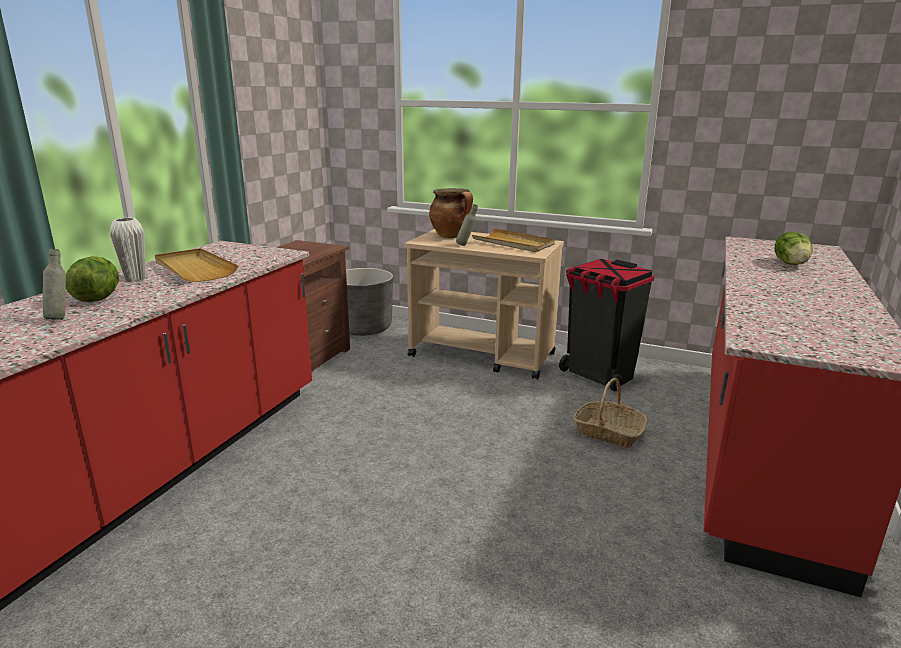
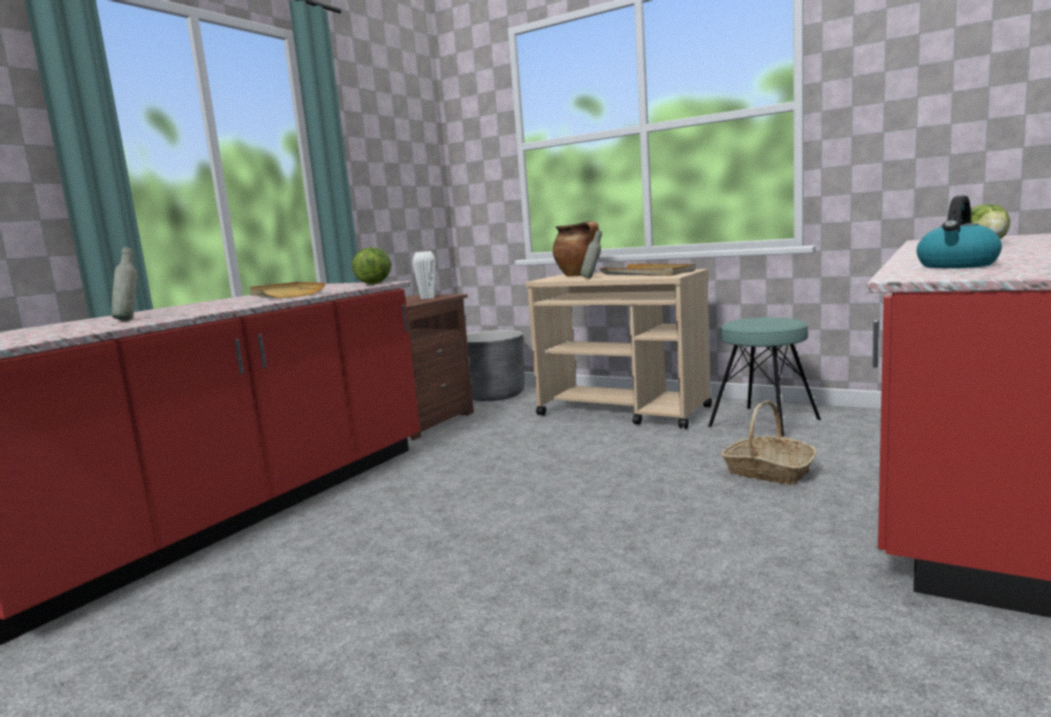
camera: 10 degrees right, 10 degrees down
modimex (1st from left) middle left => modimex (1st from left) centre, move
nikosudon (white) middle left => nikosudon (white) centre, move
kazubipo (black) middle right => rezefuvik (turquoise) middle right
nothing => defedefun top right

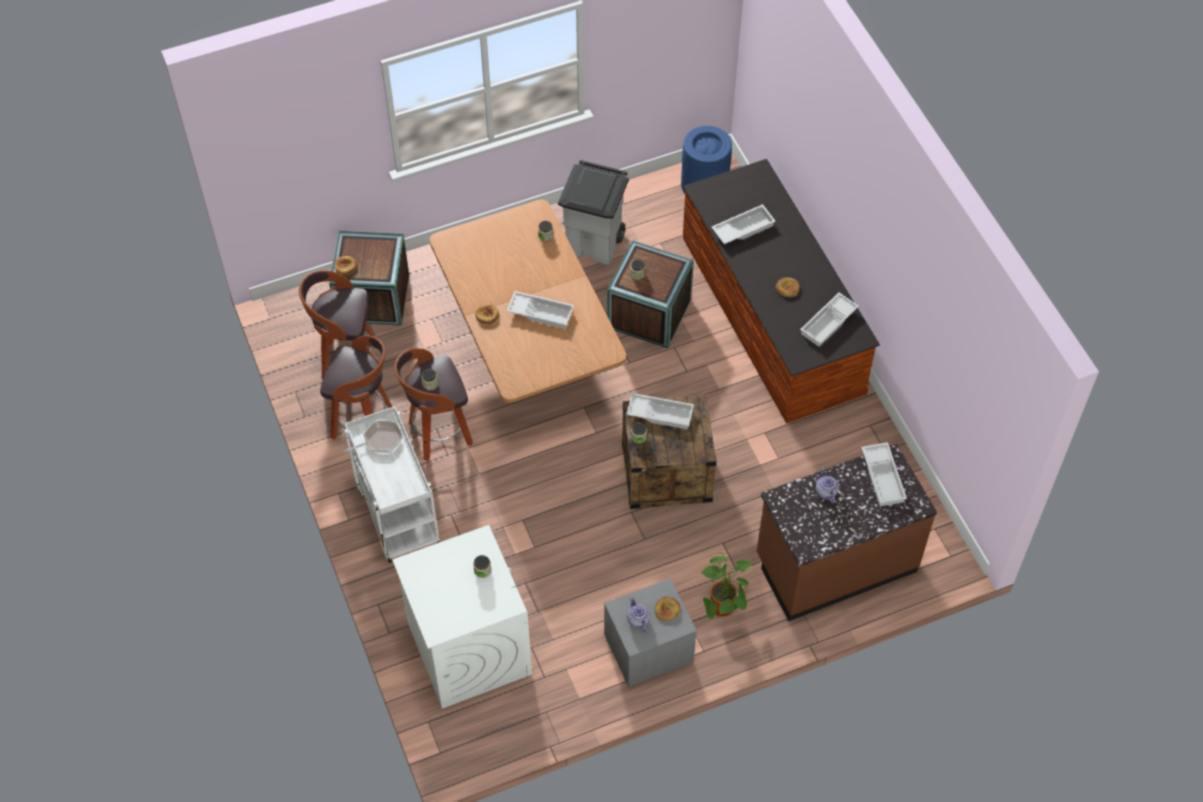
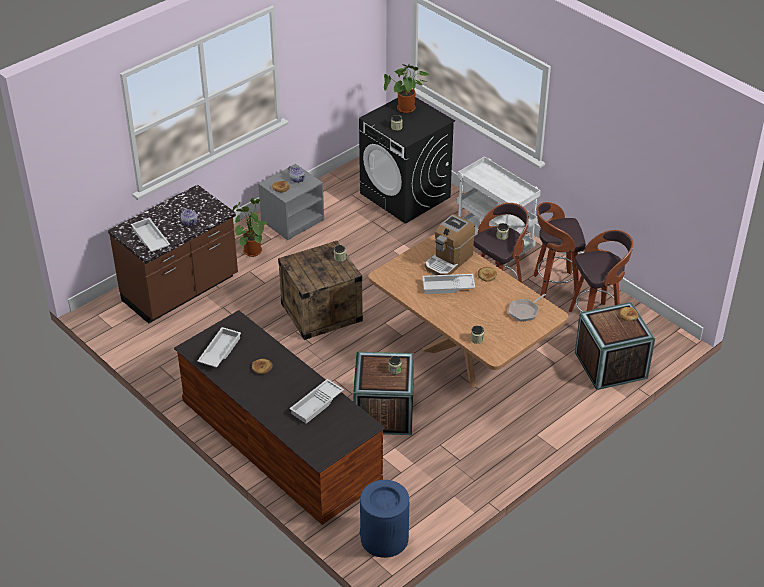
camera: 160 degrees right, 15 degrees down
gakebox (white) bottom centre => gakebox (black) top centre
nothing => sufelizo (2nd from left) top centre
nothing => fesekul centre
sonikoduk middle left => sonikoduk middle right, move
kazubipo (grey) top centre => nothing
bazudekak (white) (2nd from left) centre => nothing

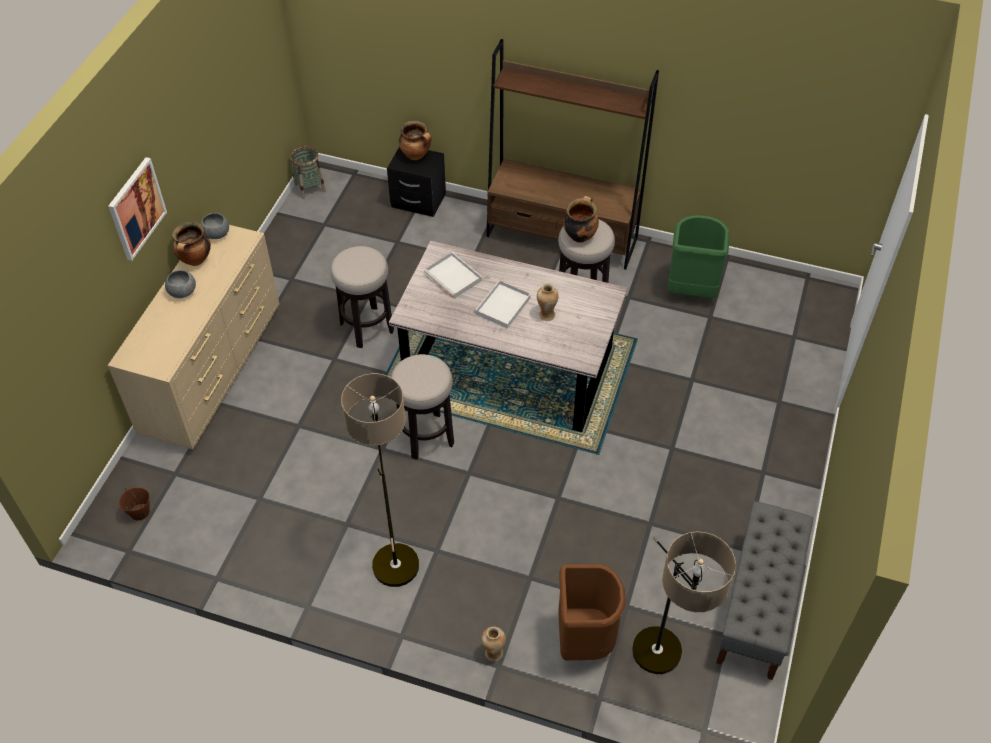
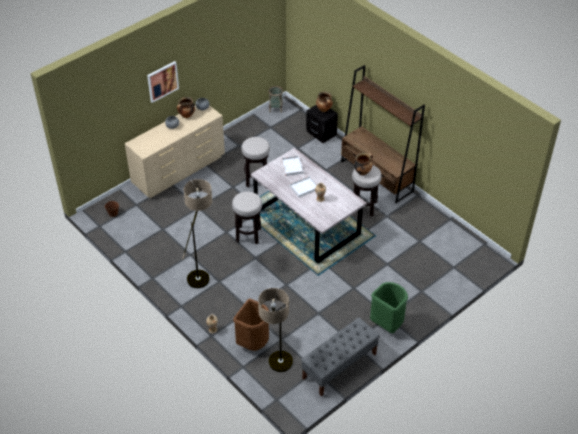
camera: 30 degrees right, 5 degrees down
kazubipo (green) middle right => kazubipo (green) bottom right, move

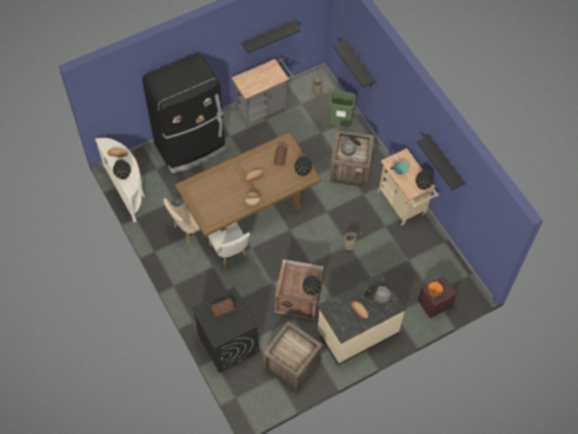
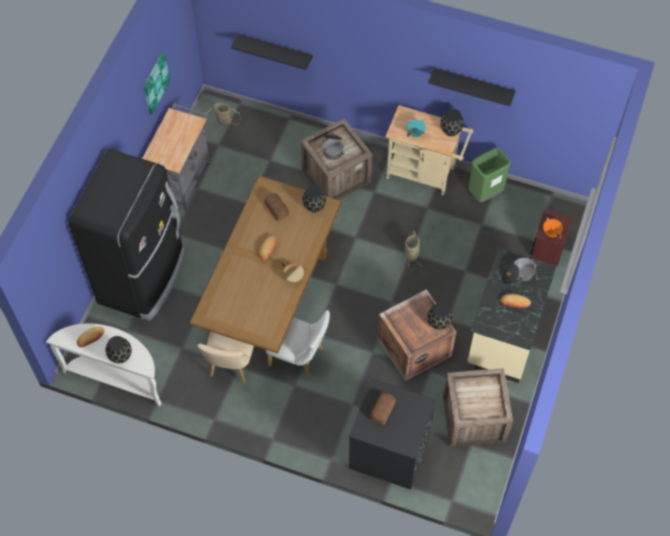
camera: 40 degrees left, 0 degrees up
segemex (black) (1st from left) top centre => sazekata top left
kazubipo (green) top centre => kazubipo (green) top right, move

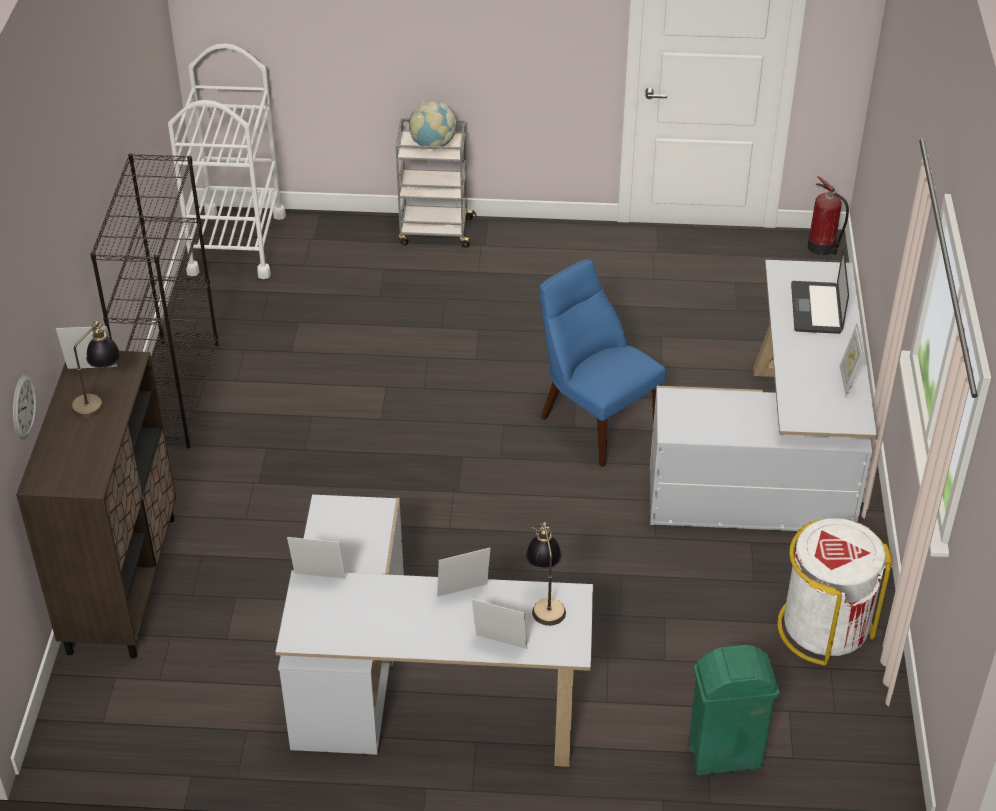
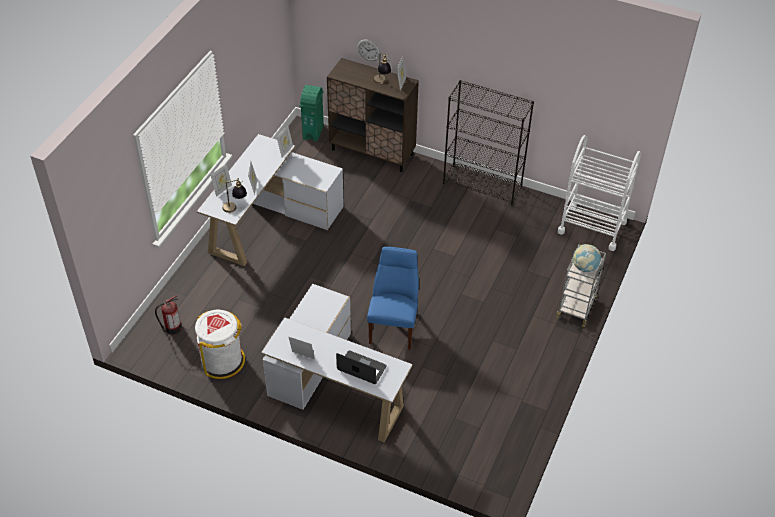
camera: 110 degrees right, 5 degrees up
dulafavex top right => dulafavex middle left, move
kazubipo (green) bottom right => kazubipo (green) top centre, move
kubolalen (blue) centre, 60 degrees counterclockwise

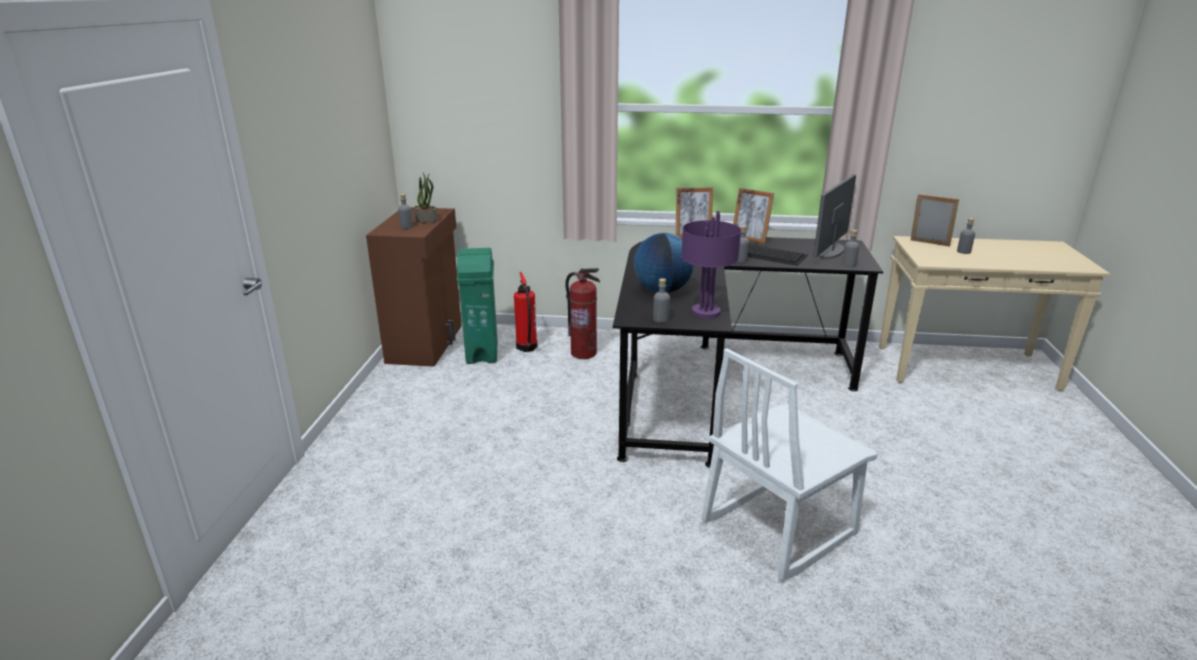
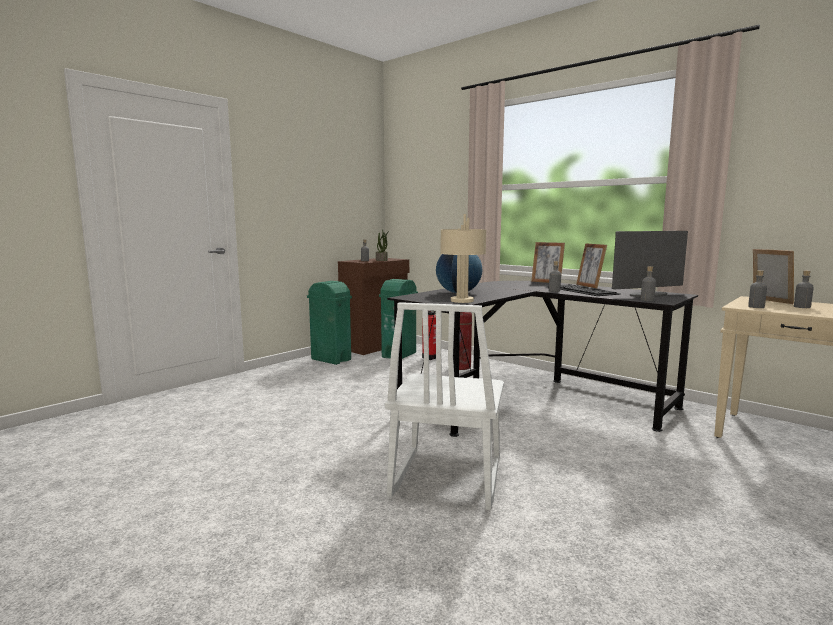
camera: 35 degrees right, 15 degrees down
nothing => kazubipo (green) (1st from left) centre
kubolalen (white) bottom centre => kubolalen (white) centre, 75 degrees counterclockwise
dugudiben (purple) centre => dugudiben (beige) centre
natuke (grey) (2nd from left in the first image) centre => natuke (grey) (4th from left) middle right, move

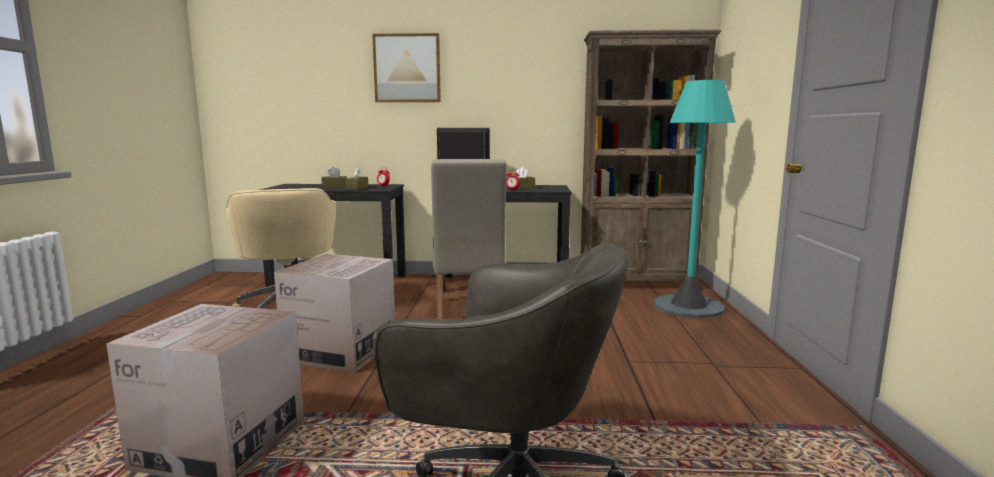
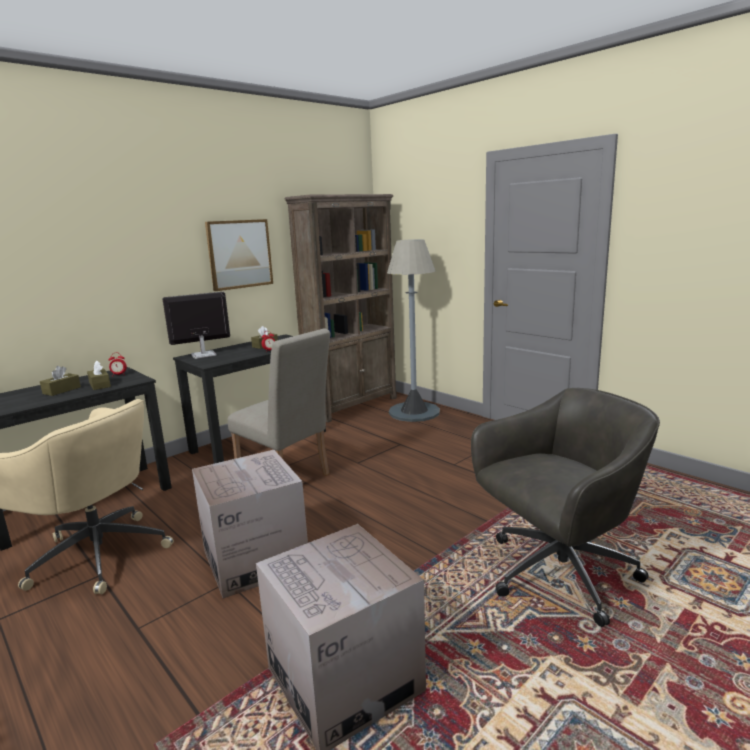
camera: 45 degrees left, 5 degrees up
sazekata top centre => sazekata middle left, move
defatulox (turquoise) middle right => defatulox (grey) centre

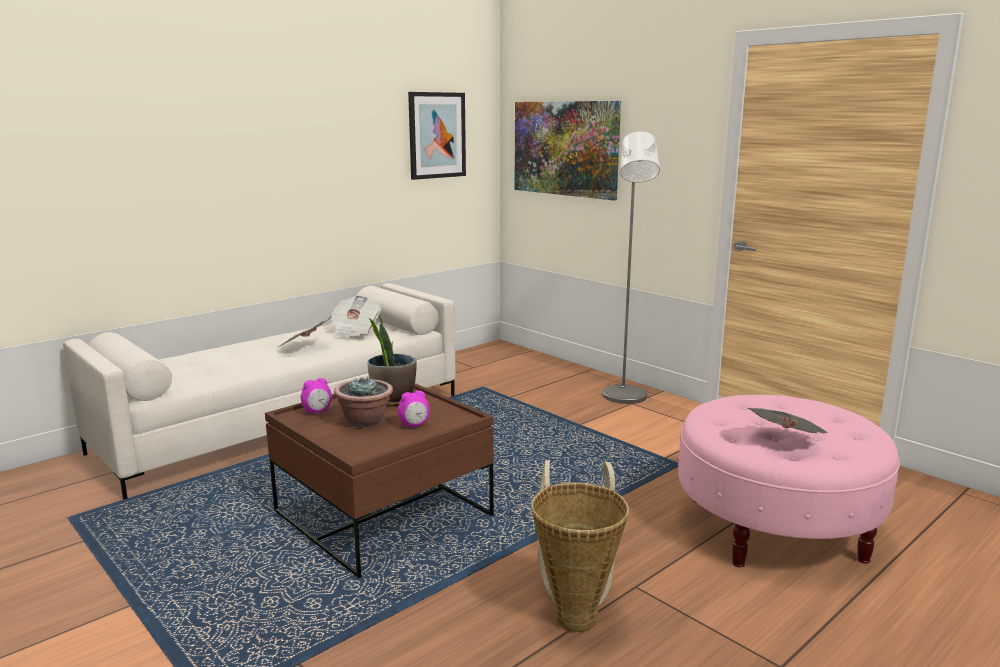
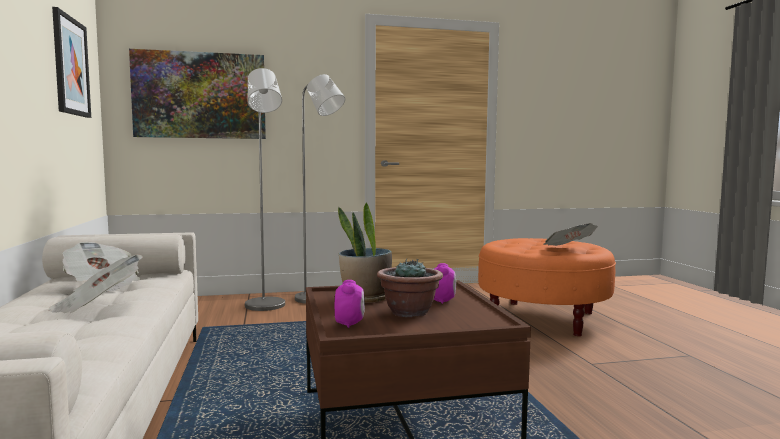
camera: 60 degrees left, 10 degrees down
nothing => defatulox (grey) (1st from left) centre
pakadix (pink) bottom right => pakadix (orange) middle right
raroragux bottom centre => nothing

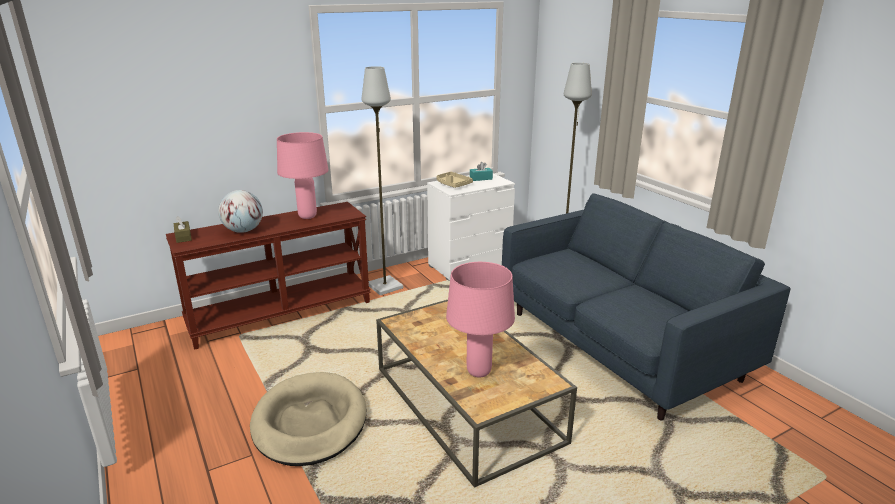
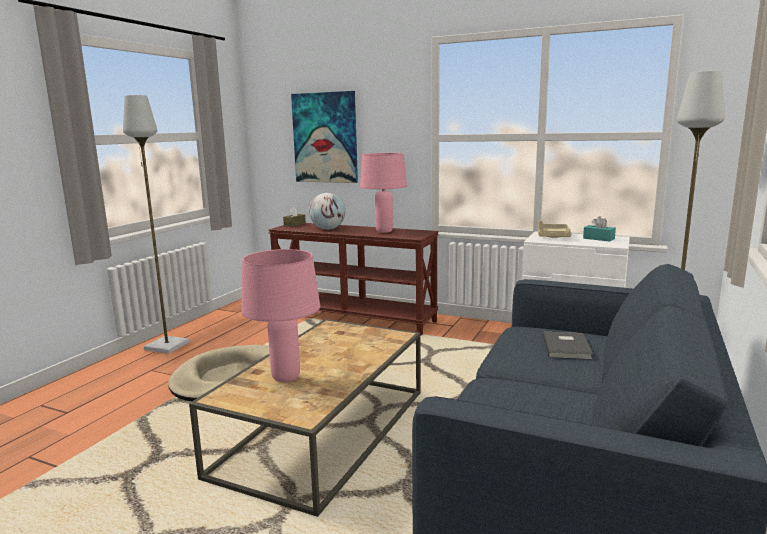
camera: 55 degrees right, 10 degrees down
defatulox (grey) (1st from left) centre => defatulox (grey) (1st from left) middle left, move
nothing => sazekata top centre
nothing => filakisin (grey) middle right

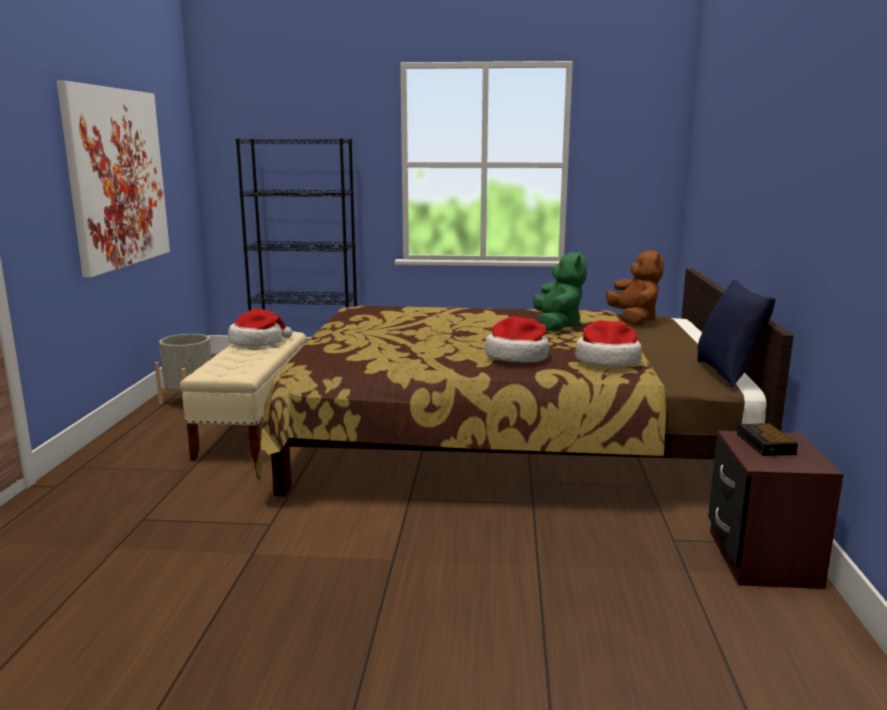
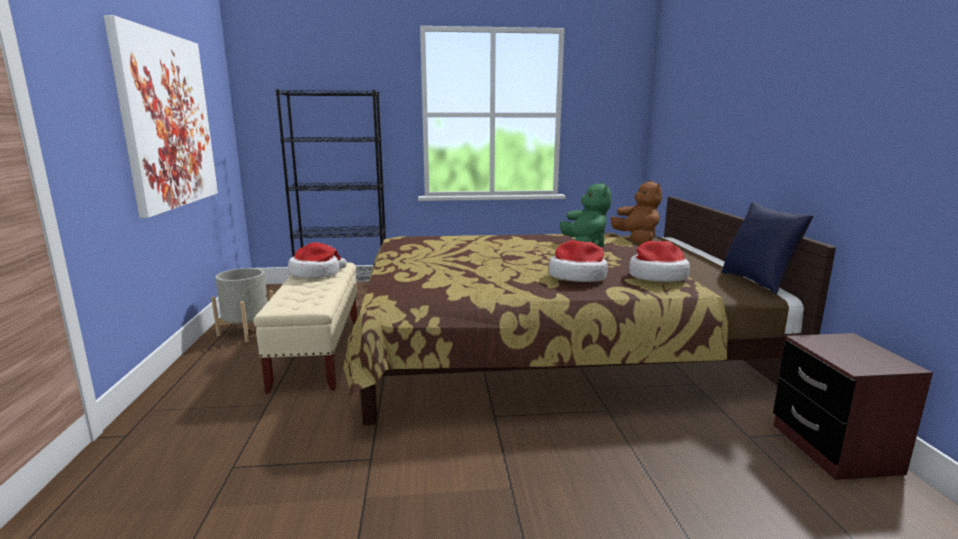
camera: 10 degrees left, 0 degrees up
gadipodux middle right => nothing

